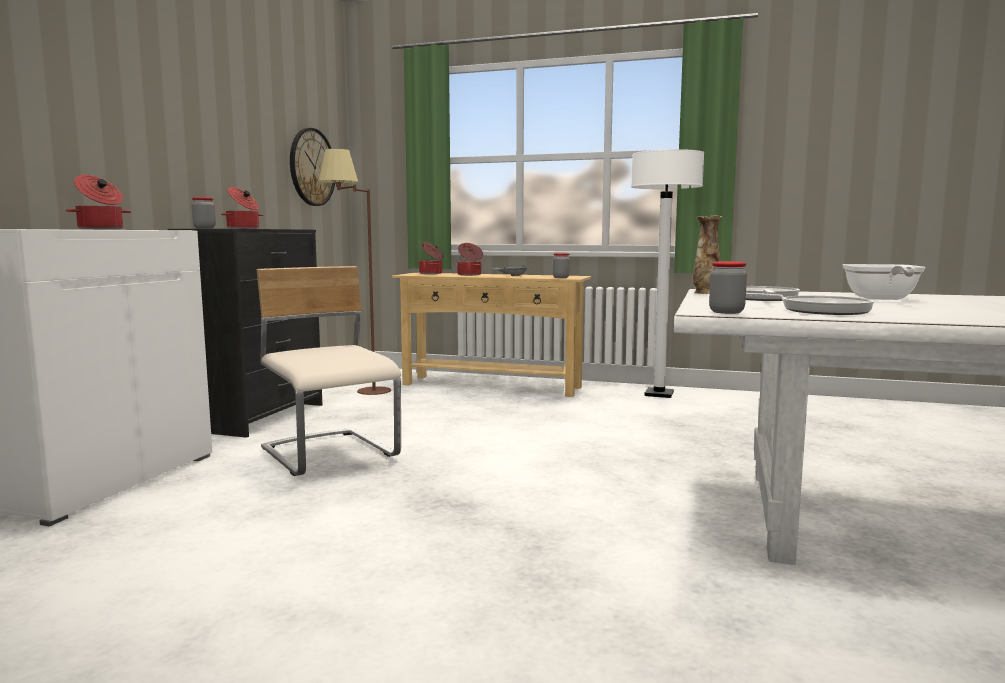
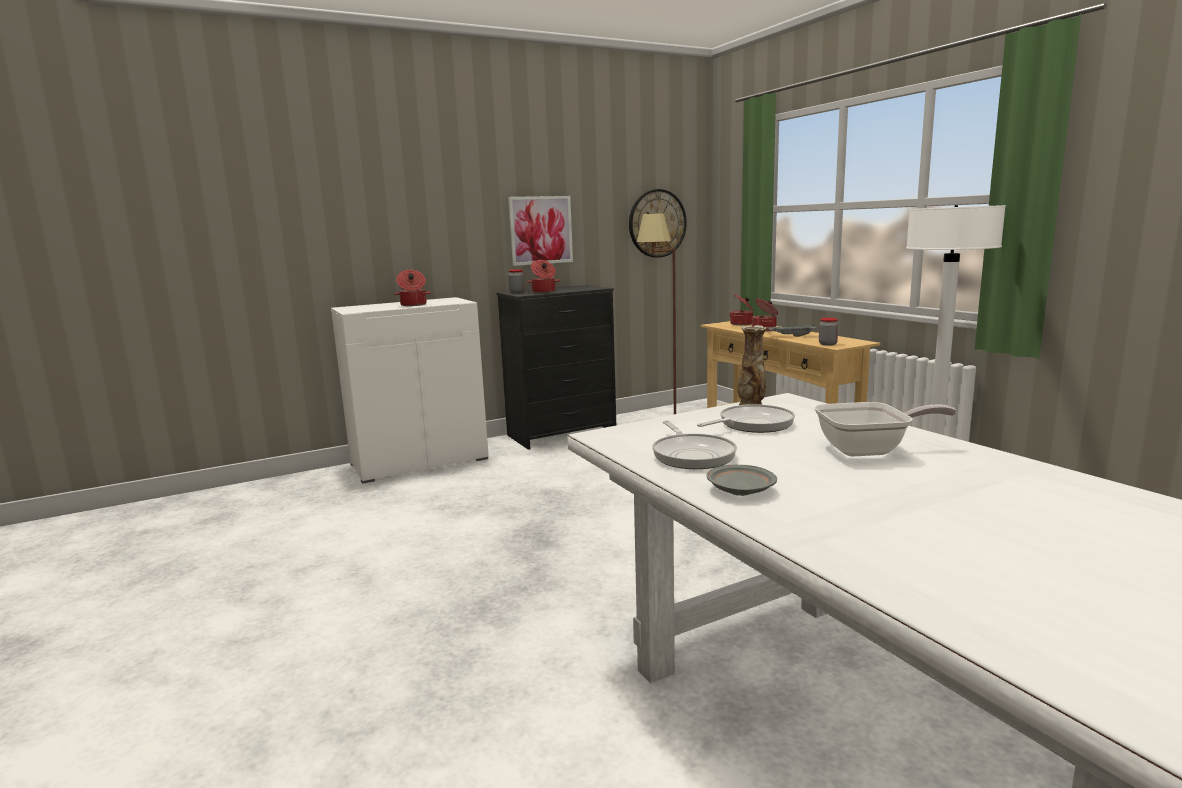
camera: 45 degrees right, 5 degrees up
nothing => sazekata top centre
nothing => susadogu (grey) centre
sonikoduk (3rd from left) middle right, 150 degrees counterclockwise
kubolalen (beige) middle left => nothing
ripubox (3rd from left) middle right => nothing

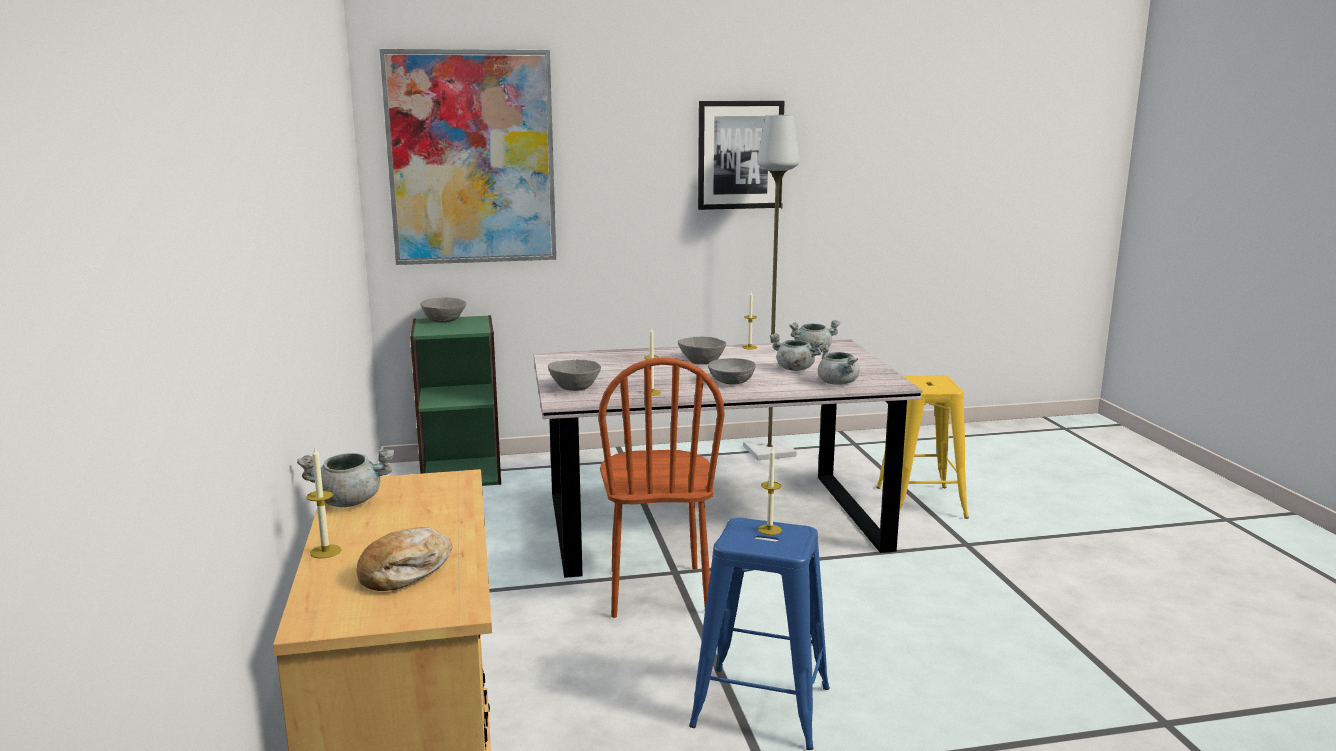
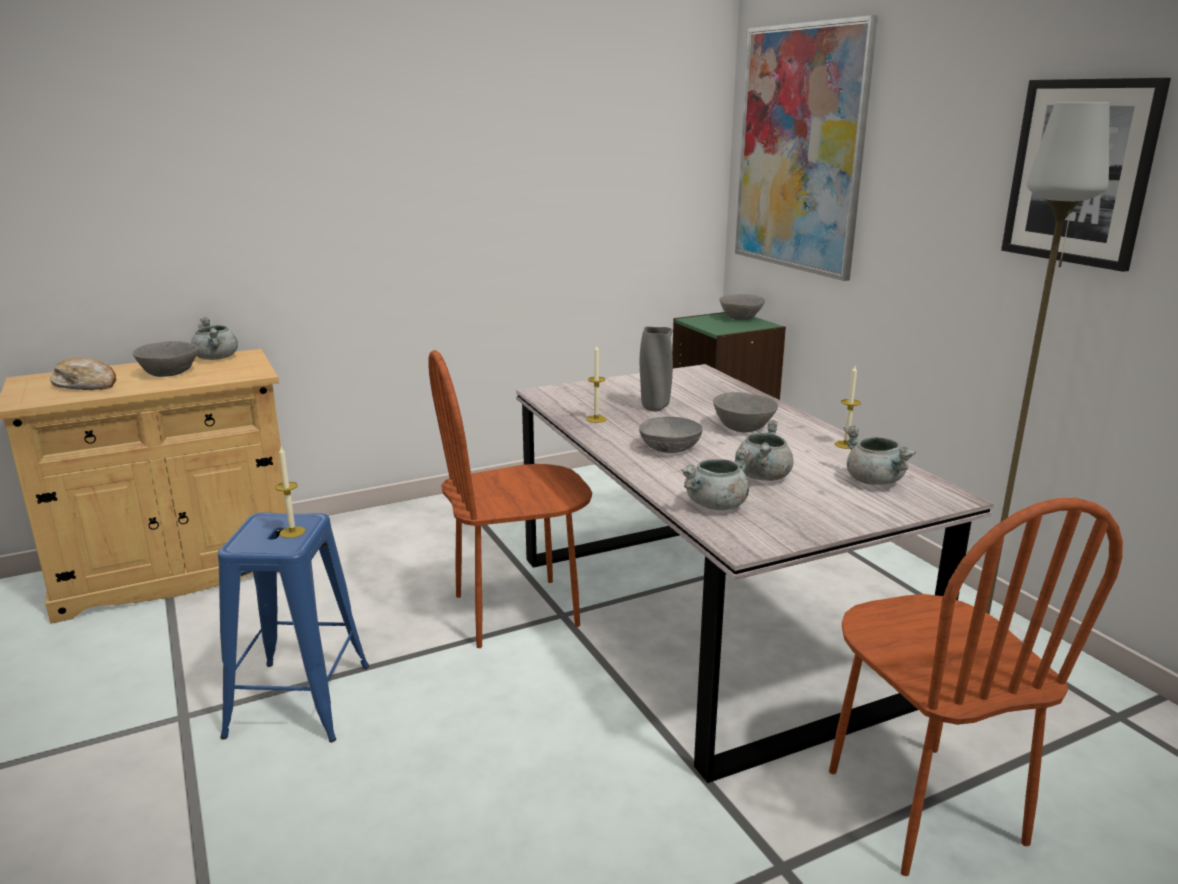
camera: 75 degrees right, 5 degrees up
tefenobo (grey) (2nd from left in the first image) centre => tefenobo (grey) (1st from left) middle left, move
nothing => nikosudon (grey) centre
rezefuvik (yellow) middle right => kubolalen (brown) (2nd from left) bottom right
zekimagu (1st from left) bottom left => nothing

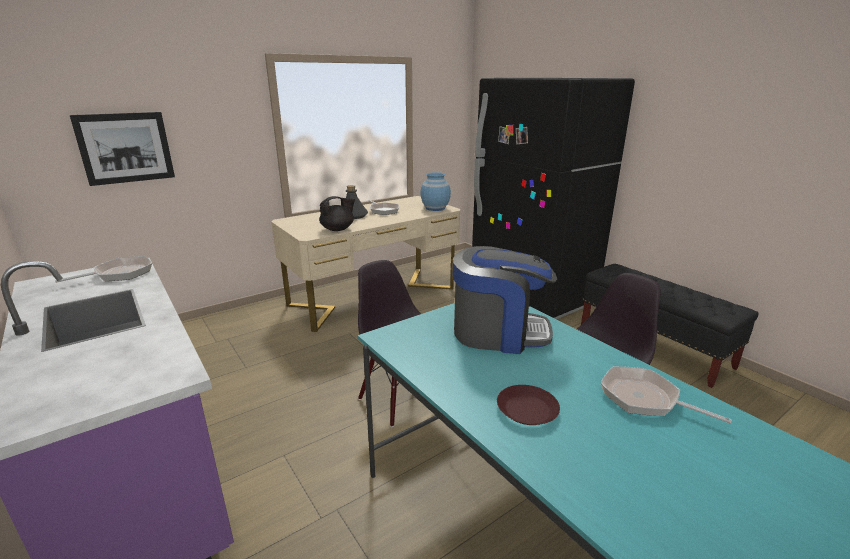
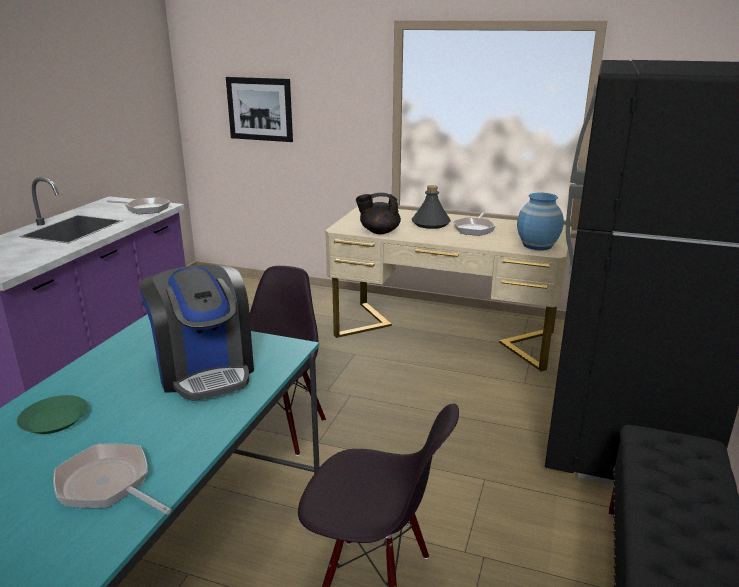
camera: 55 degrees right, 0 degrees up
susadogu (brown) bottom centre => susadogu (green) bottom left
sonikoduk (3rd from left in the first image) bottom right => sonikoduk (1st from left) bottom left, 60 degrees counterclockwise
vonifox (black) centre, 150 degrees clockwise

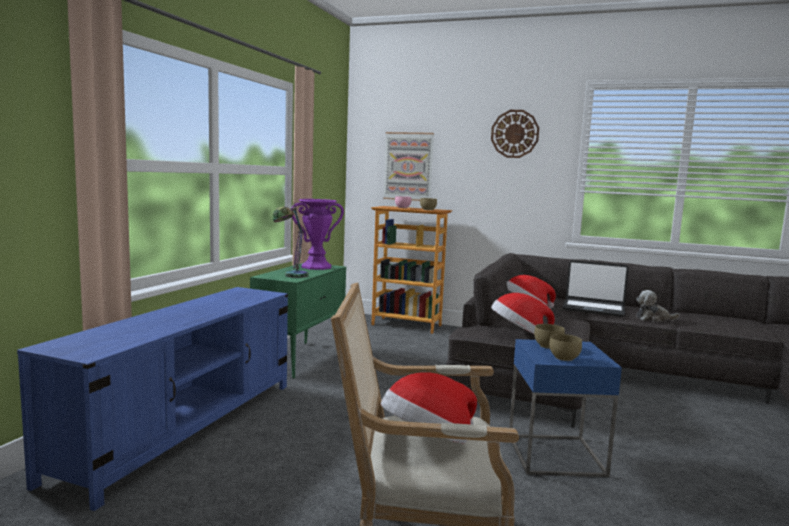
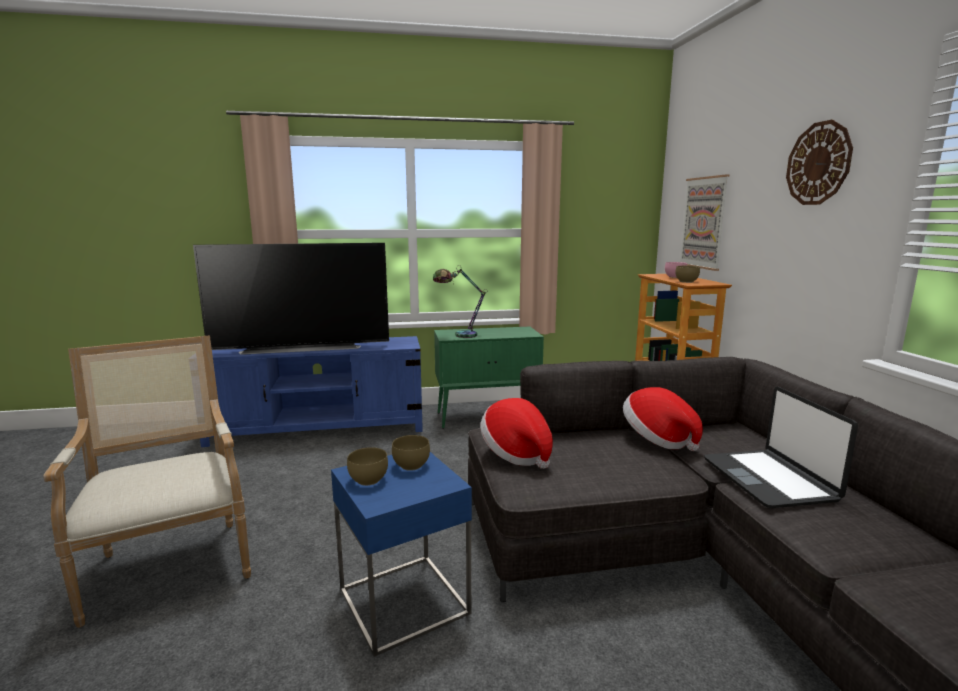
camera: 60 degrees right, 5 degrees up
nothing => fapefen middle left
nikosudon (purple) centre => nothing
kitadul (1st from left) bottom centre => nothing
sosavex middle right => nothing

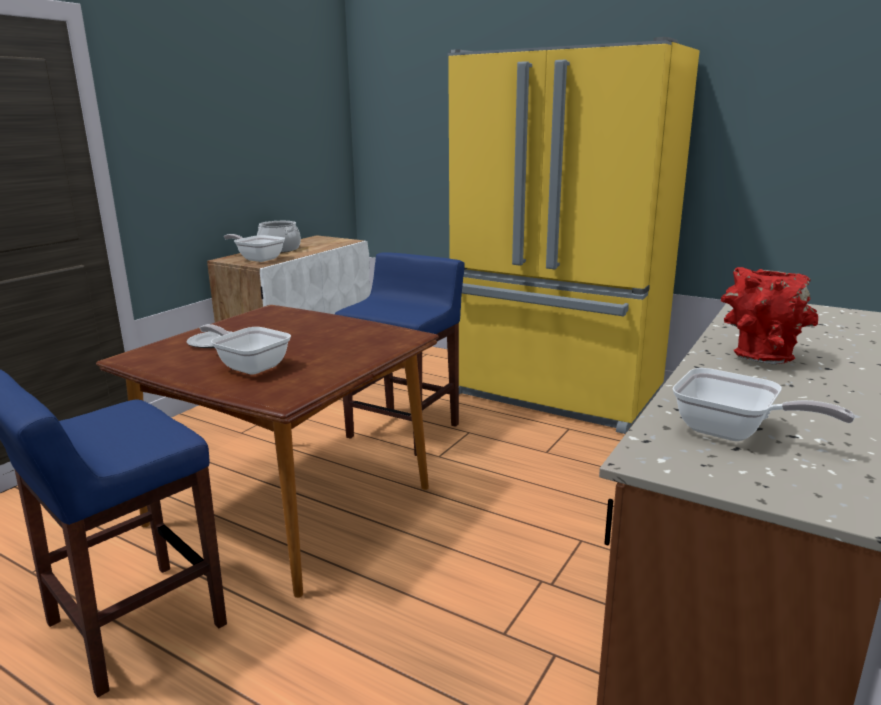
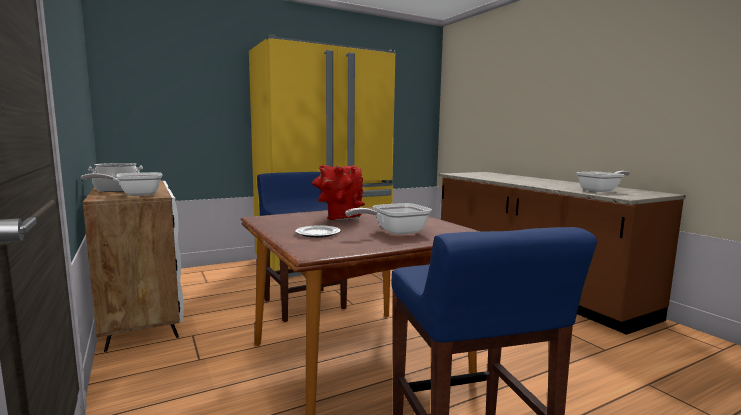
camera: 60 degrees left, 10 degrees down
nikosudon (red) middle right => nikosudon (red) centre, move

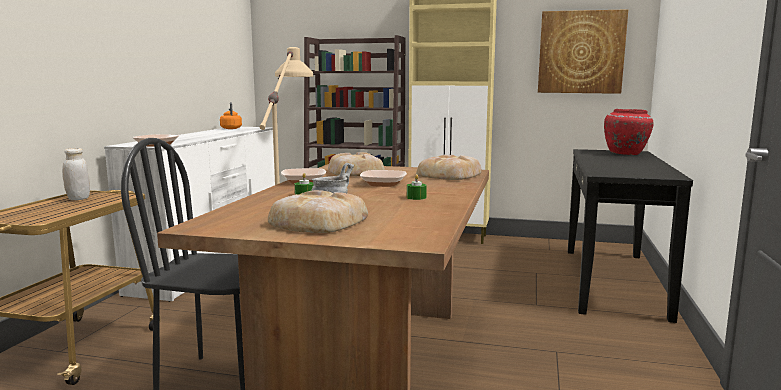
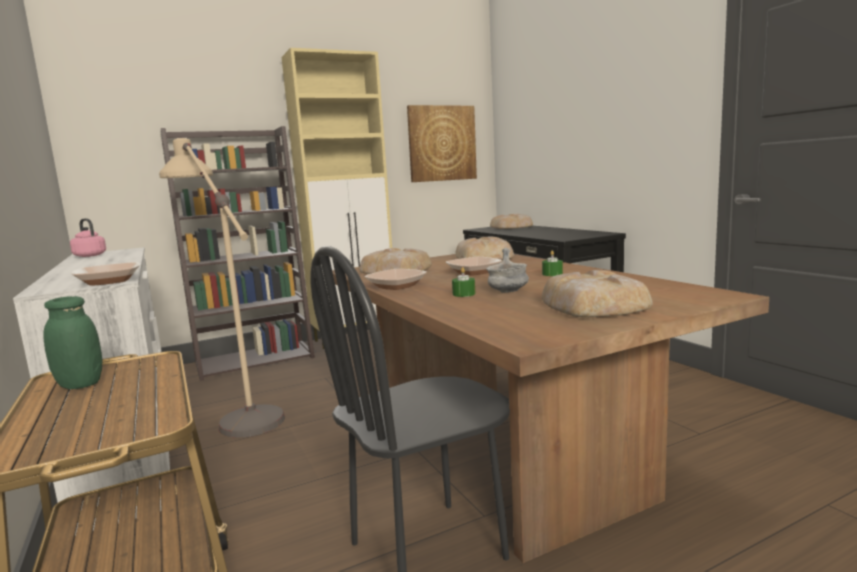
camera: 40 degrees left, 0 degrees up
ripubox (white) middle left => ripubox (green) middle left
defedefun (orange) top left => defedefun (pink) middle left
nikosudon (red) middle right => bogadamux (3rd from left) centre

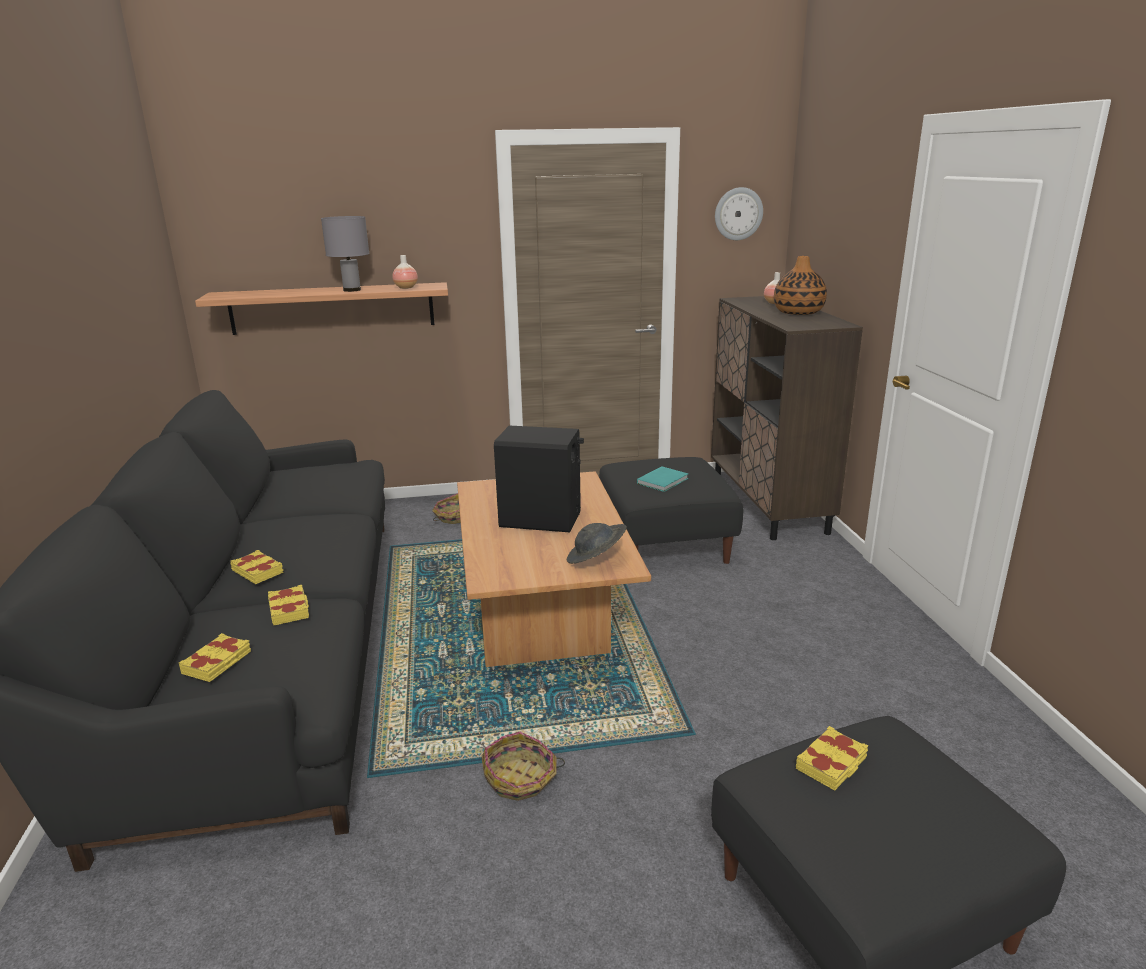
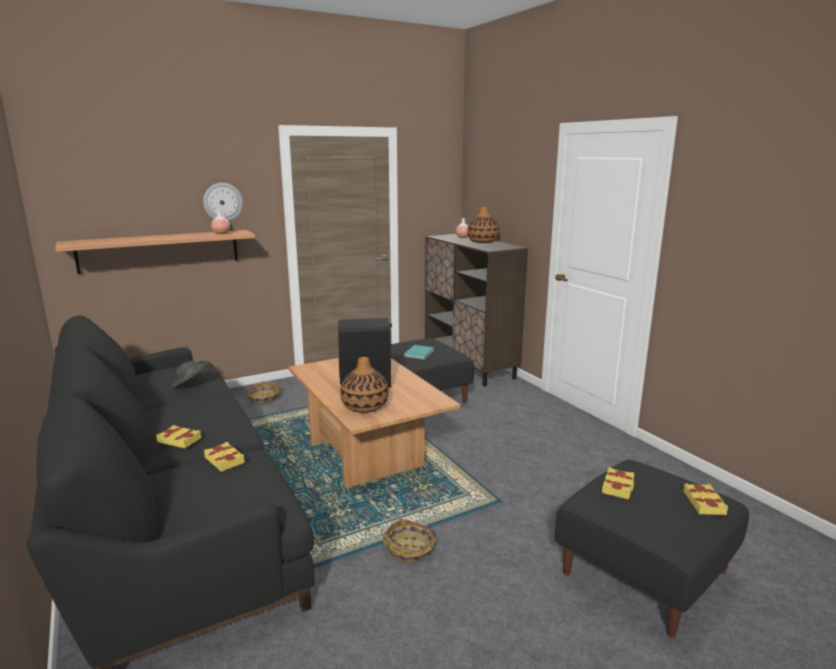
camera: 20 degrees left, 5 degrees down
kitadul (grey) centre => kitadul (grey) middle left, move
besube top centre => besube top left, move
nothing => nikosudon (2nd from left) centre
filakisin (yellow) (1st from left in the first image) bottom left => filakisin (yellow) (4th from left) bottom right, move
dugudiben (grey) top left => nothing

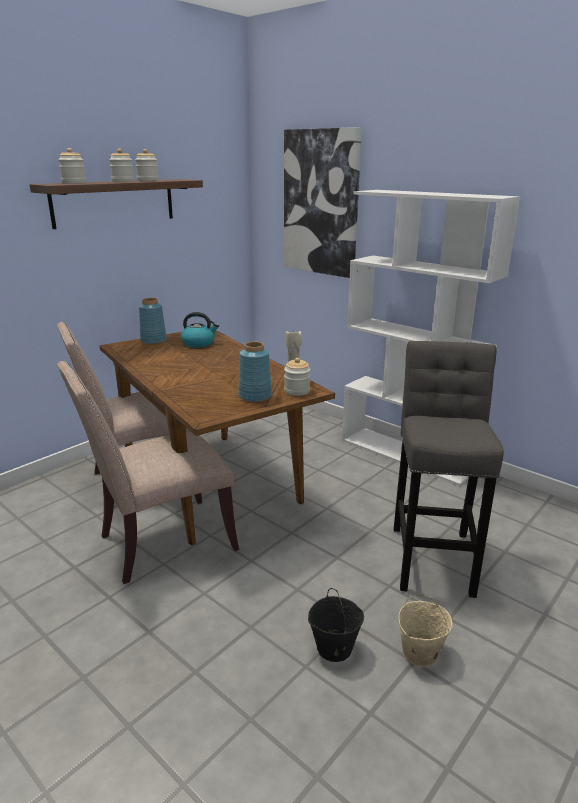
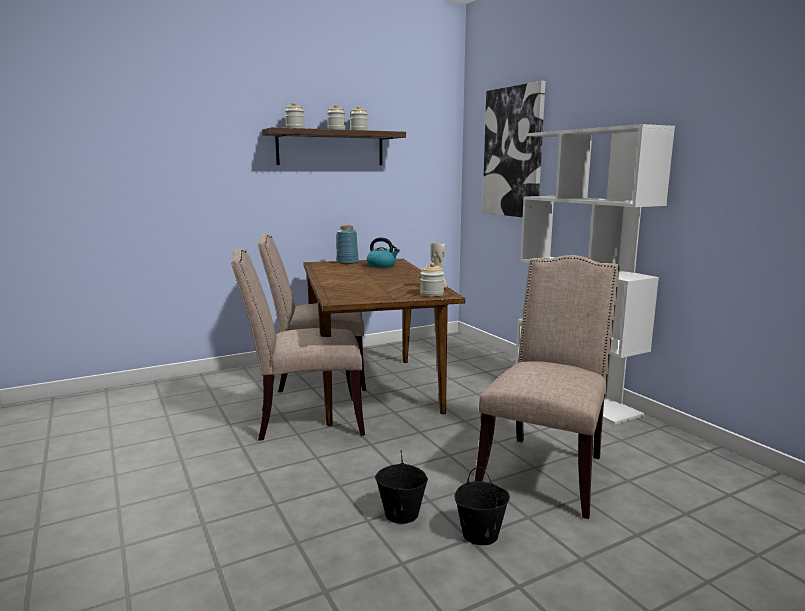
camera: 20 degrees right, 10 degrees down
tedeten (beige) bottom right => tedeten (black) (2nd from left) bottom centre
rezefuvik (grey) middle right => kubolalen (beige) (3rd from left) middle right
nikosudon (blue) (2nd from left) centre => nothing

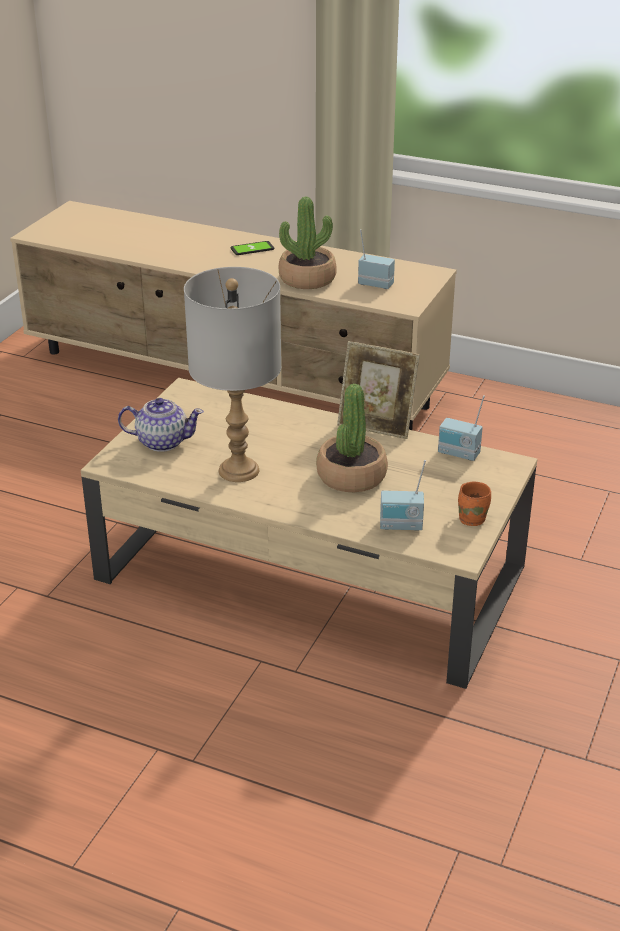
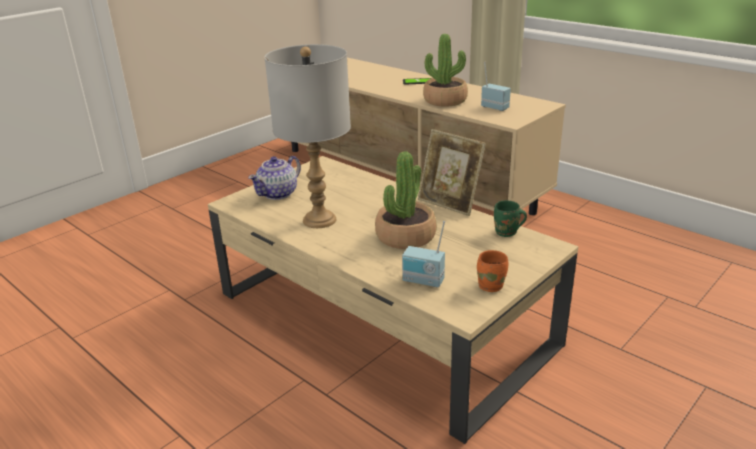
camera: 20 degrees right, 5 degrees down
vonifox middle left => vonifox centre, 105 degrees clockwise
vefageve (3rd from left) middle right => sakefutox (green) middle right

